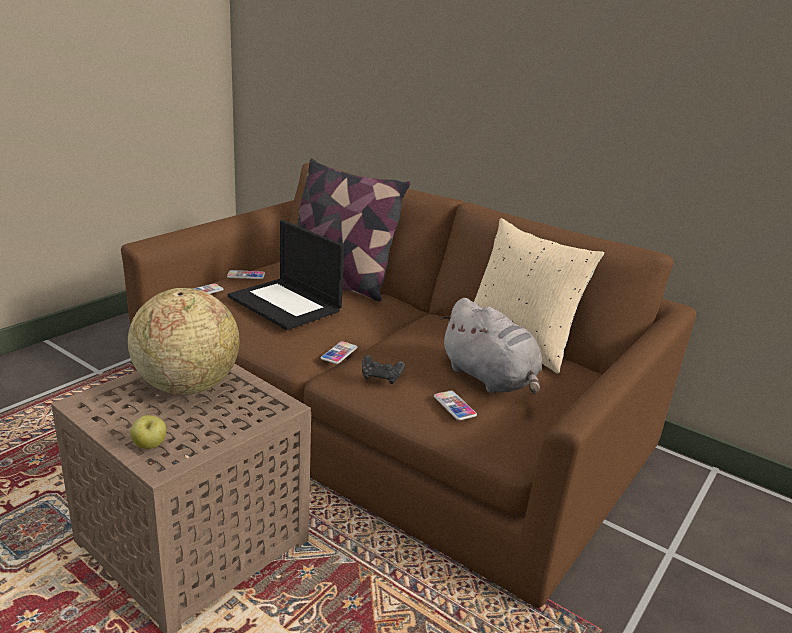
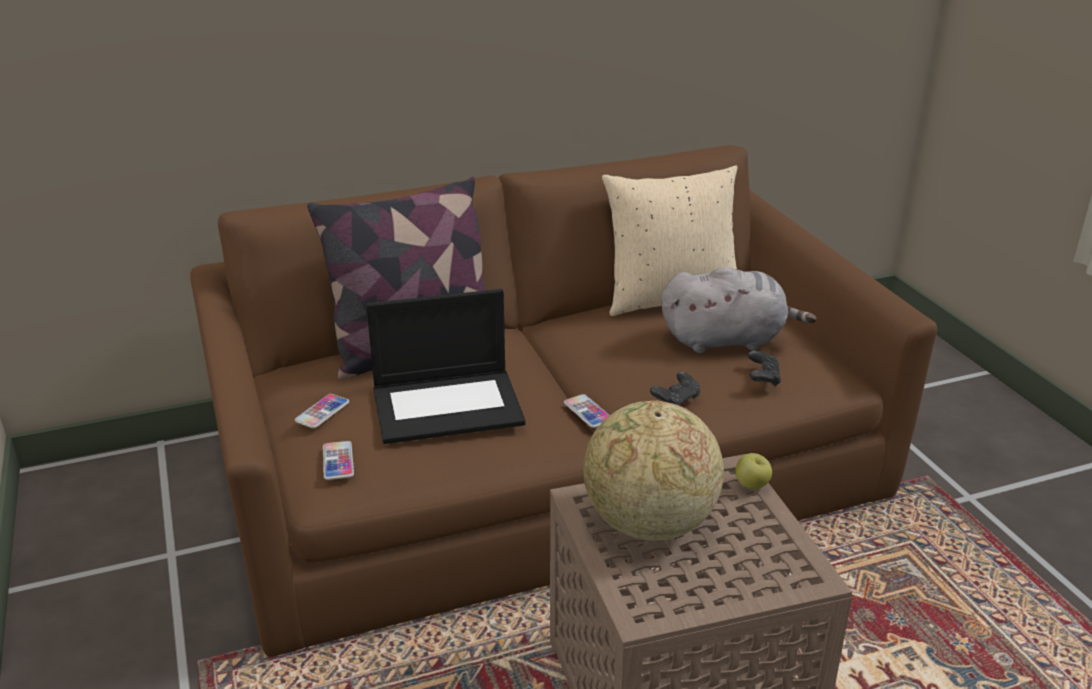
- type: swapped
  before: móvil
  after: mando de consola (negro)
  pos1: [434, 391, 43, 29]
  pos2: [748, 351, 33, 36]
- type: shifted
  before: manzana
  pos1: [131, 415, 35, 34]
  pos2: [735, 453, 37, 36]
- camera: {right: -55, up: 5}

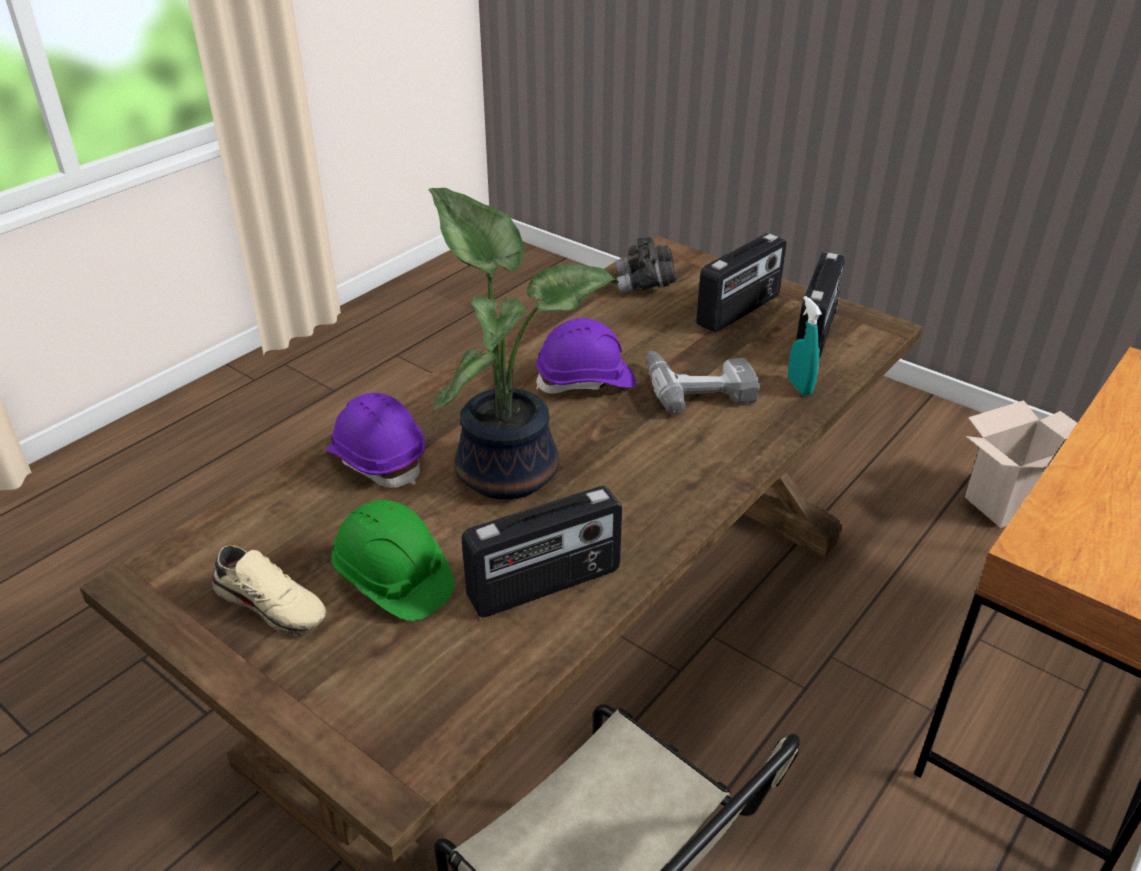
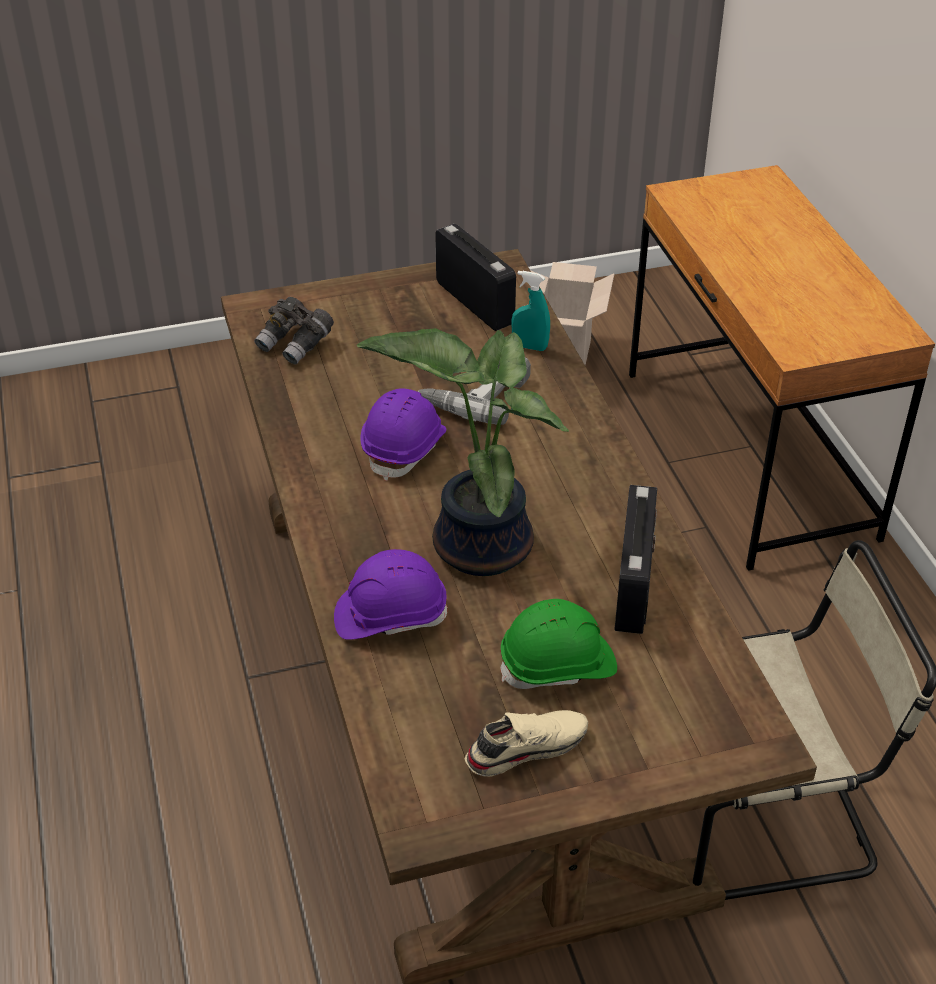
- type: gone
  before: radio
  pos1: [696, 233, 90, 100]
- camera: {right: -55, up: 5}

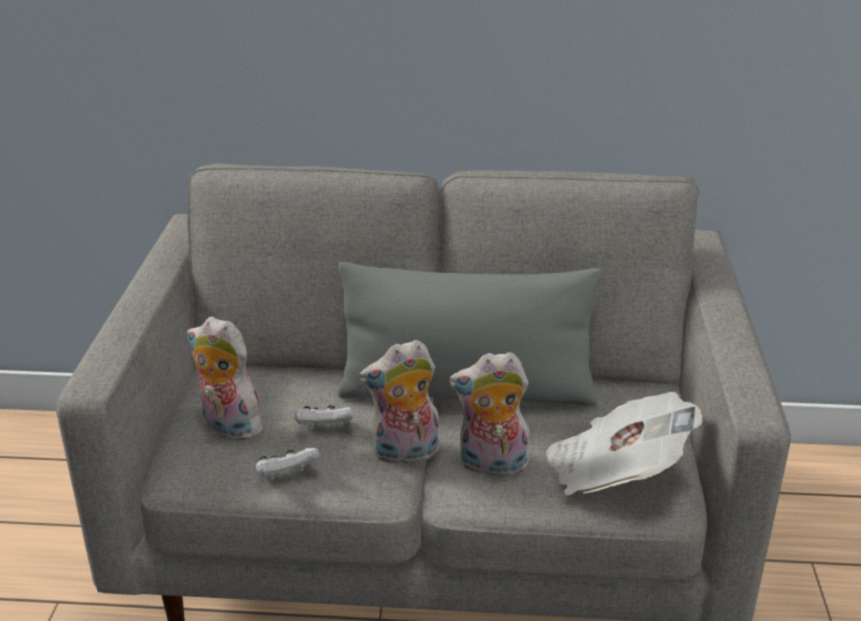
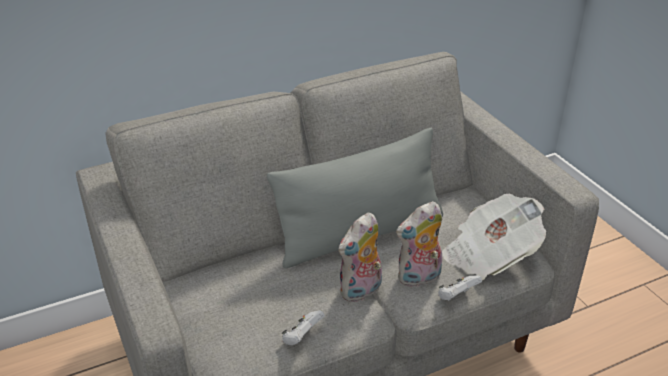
- type: gone
  before: peluche
  pos1: [187, 317, 78, 125]
- type: shifted
  before: mando de consola (blanco)
  pos1: [294, 405, 61, 24]
  pos2: [438, 275, 44, 26]
- camera: {right: -30, up: 5}

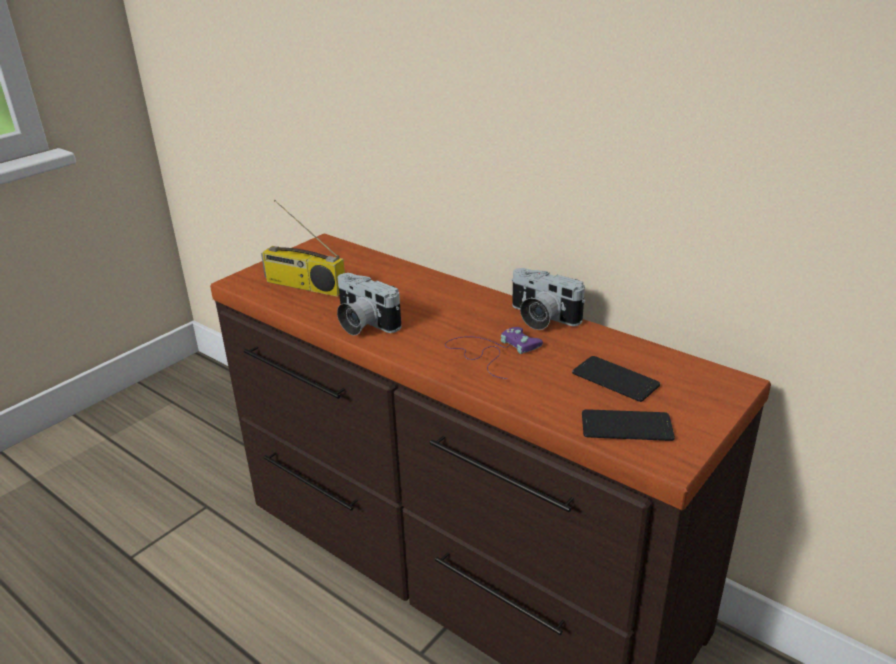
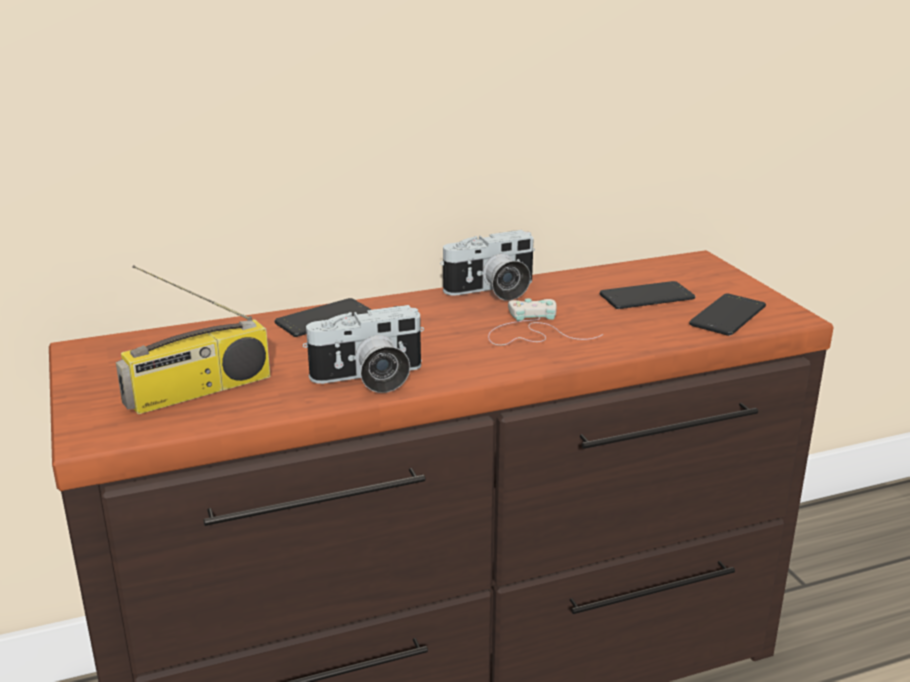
- type: repainted
  before: mando de consola (morado)
  after: mando de consola (blanco)
  pos1: [445, 327, 98, 52]
  pos2: [488, 299, 115, 46]
- type: new
  after: móvil
  pos2: [275, 298, 97, 39]
- camera: {right: -60, up: -5}

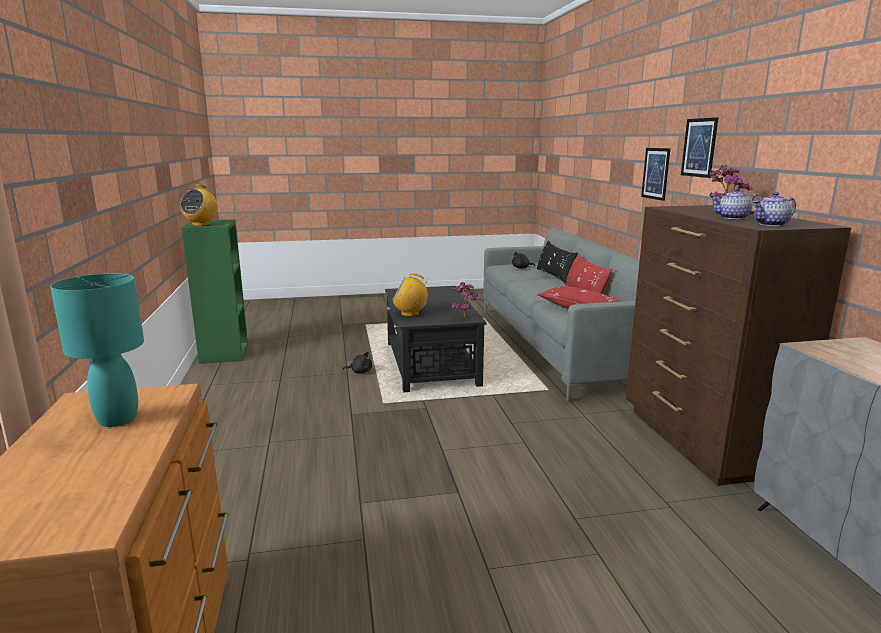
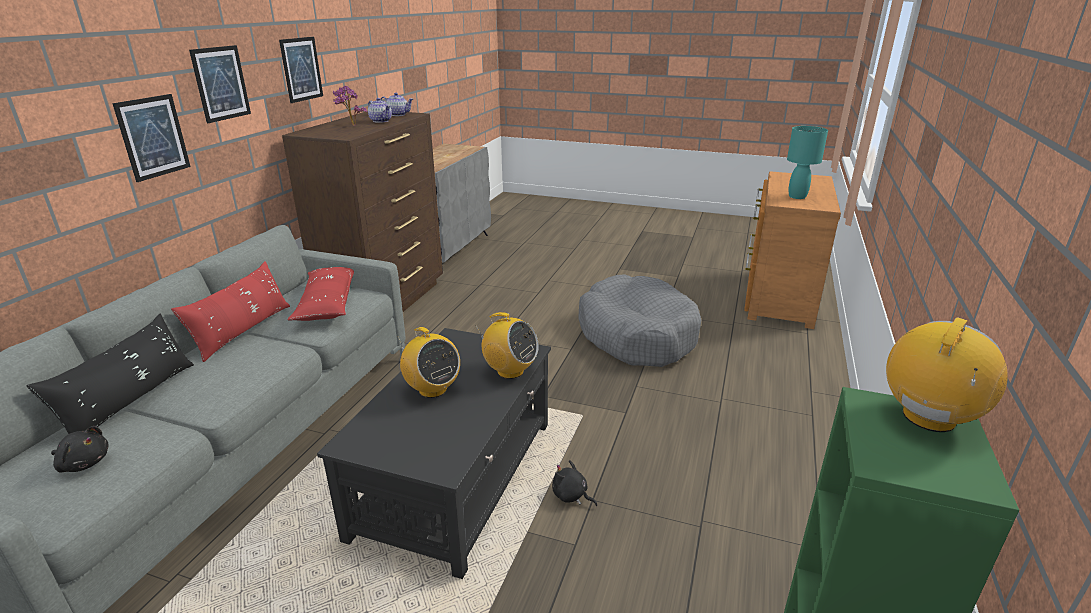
- type: gone
  before: planta en maceta
  pos1: [451, 282, 33, 36]
- type: new
  after: cuadro
  pos2: [279, 37, 44, 66]
- type: new
  after: cama para perro (gris)
  pos2: [578, 275, 123, 92]
- type: new
  after: radio
  pos2: [397, 327, 63, 71]
- camera: {right: -150, up: 10}

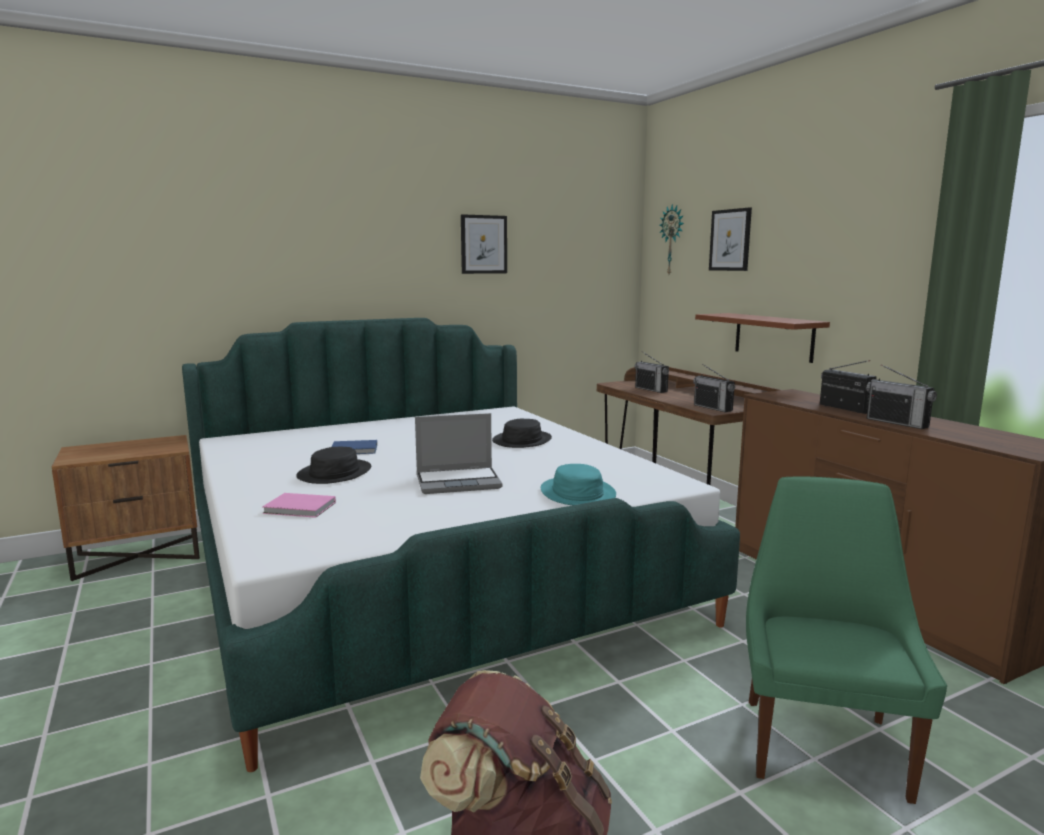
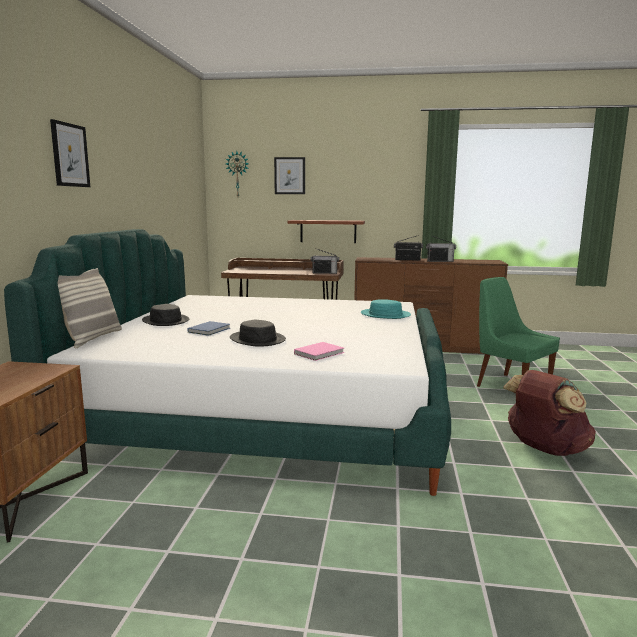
- type: shifted
  before: cuadro
  pos1: [461, 214, 46, 60]
  pos2: [50, 119, 40, 68]
- type: gone
  before: radio
  pos1: [634, 351, 35, 42]
- type: gone
  before: portátil
  pos1: [415, 413, 88, 81]
- type: shifted
  before: sombrero (negro)
  pos1: [492, 419, 60, 29]
  pos2: [142, 304, 47, 22]
- type: new
  after: cojín
  pos2: [58, 268, 64, 81]
- camera: {right: -55, up: 0}

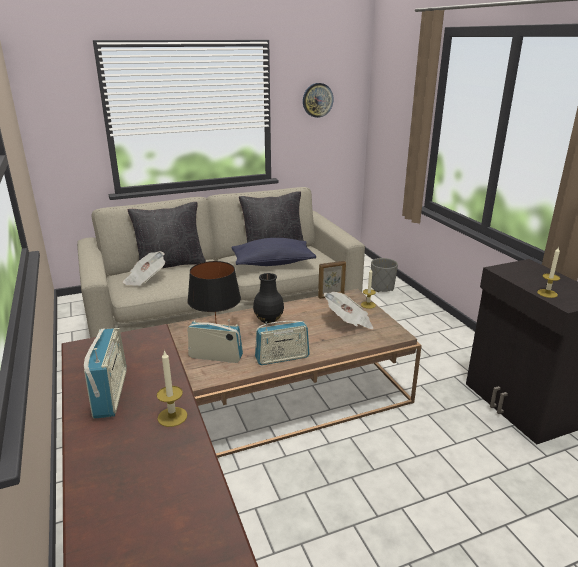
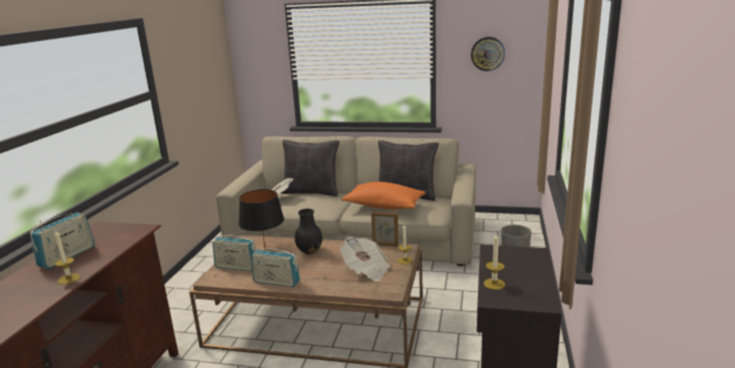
- type: repainted
  before: cojín (azul)
  after: cojín (naranja)
  pos1: [231, 238, 85, 28]
  pos2: [342, 182, 84, 28]
- type: rotated
  before: radio
  pos1: [187, 319, 56, 44]
  pos2: [212, 232, 44, 39]
  turn: 150
- camera: {right: 35, up: -5}

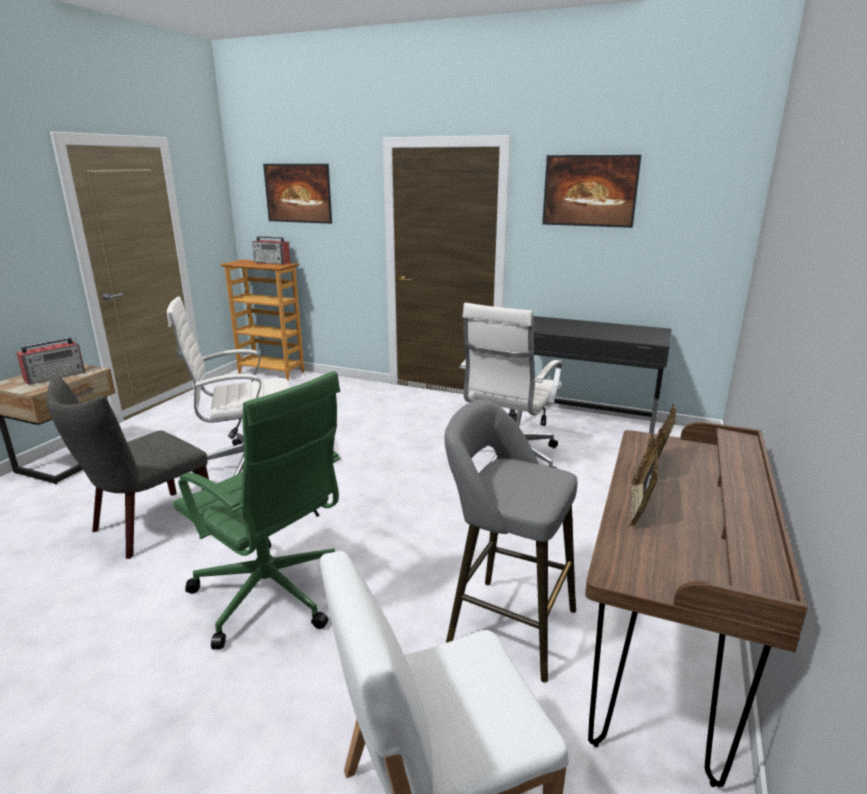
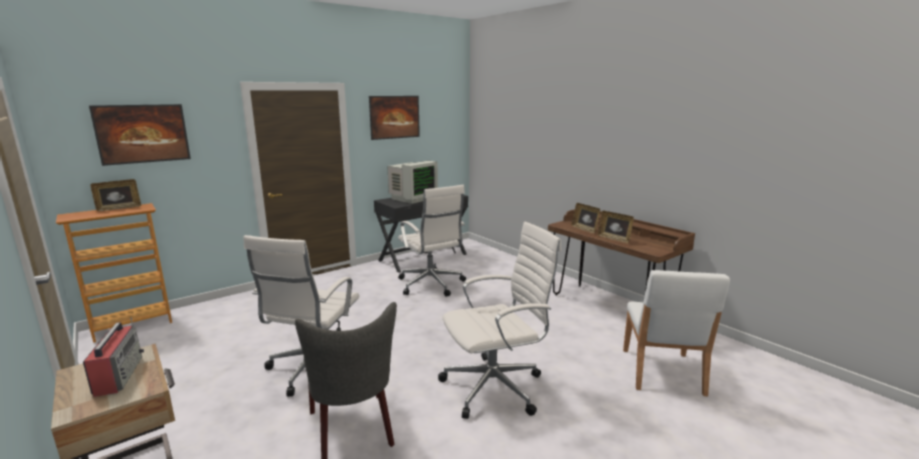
- type: swapped
  before: radio
  after: portarretratos
  pos1: [252, 236, 38, 29]
  pos2: [91, 179, 50, 32]
- type: repainted
  before: silla de oficina (verde)
  after: silla de oficina (blanco)
  pos1: [173, 371, 168, 279]
  pos2: [438, 222, 123, 197]
- type: gone
  before: taburete (gris)
  pos1: [444, 399, 133, 283]
- type: new
  after: monitor
  pos2: [387, 161, 51, 43]
- camera: {right: -60, up: -5}

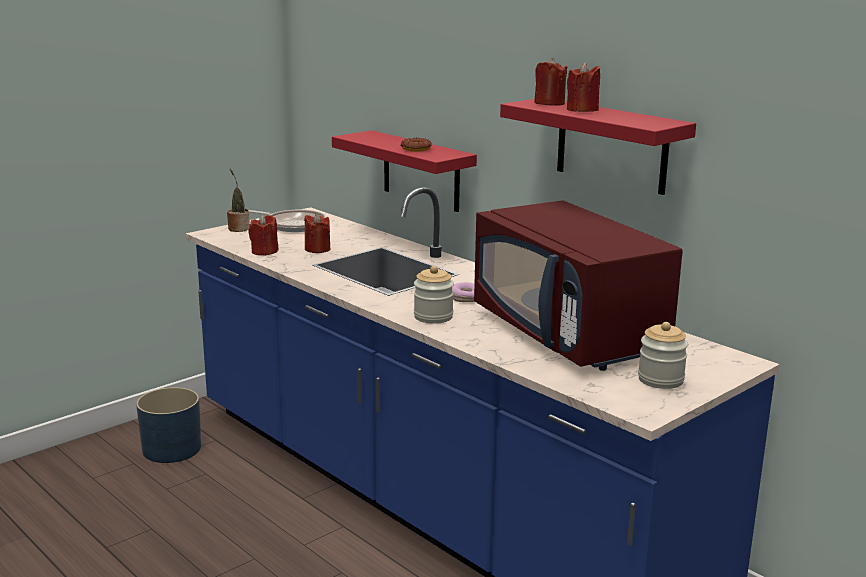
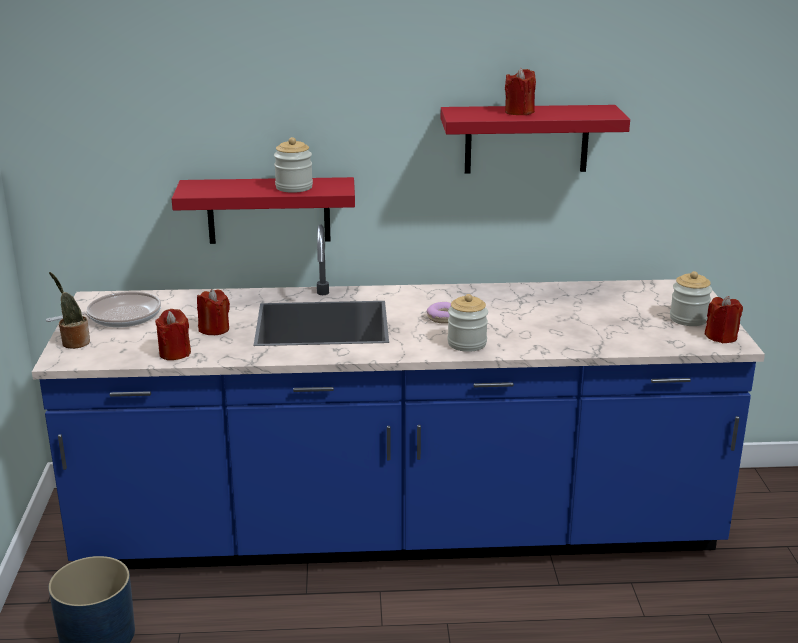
- type: shifted
  before: vela (rojo)
  pos1: [534, 58, 34, 48]
  pos2: [705, 296, 38, 47]
- type: swapped
  before: rosquilla
  after: tarro
  pos1: [401, 138, 31, 14]
  pos2: [274, 137, 39, 56]
- type: gone
  before: microondas (rojo)
  pos1: [474, 200, 209, 171]
- camera: {right: -50, up: 5}

